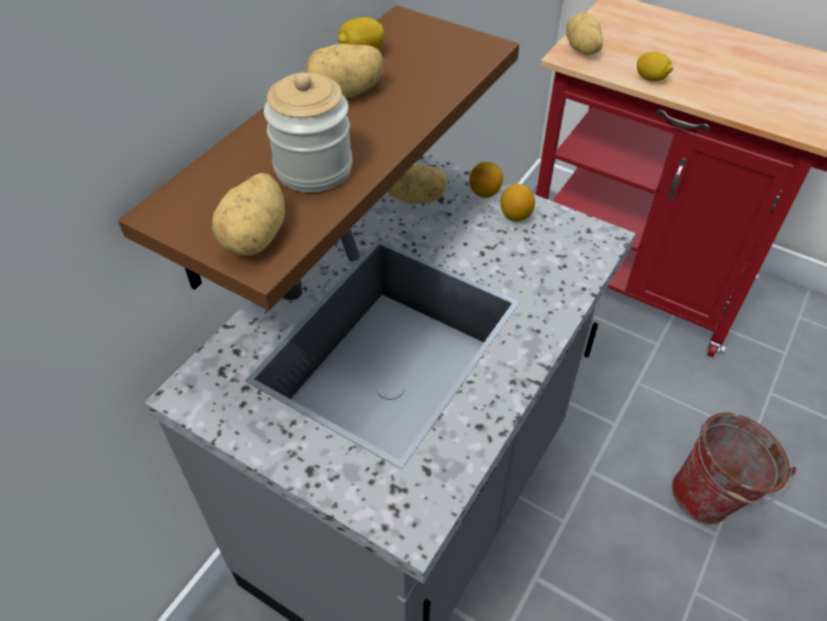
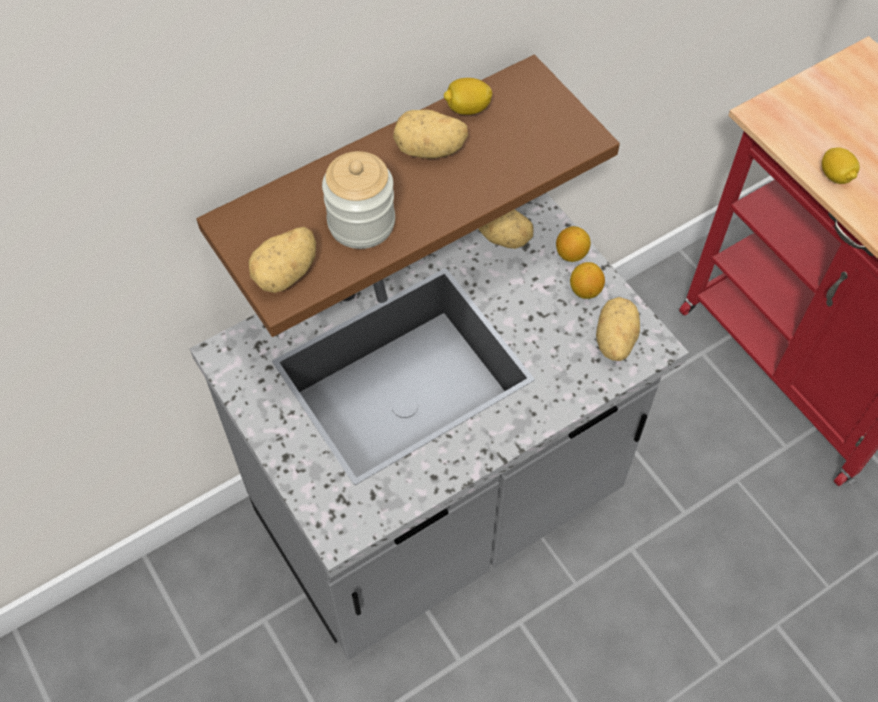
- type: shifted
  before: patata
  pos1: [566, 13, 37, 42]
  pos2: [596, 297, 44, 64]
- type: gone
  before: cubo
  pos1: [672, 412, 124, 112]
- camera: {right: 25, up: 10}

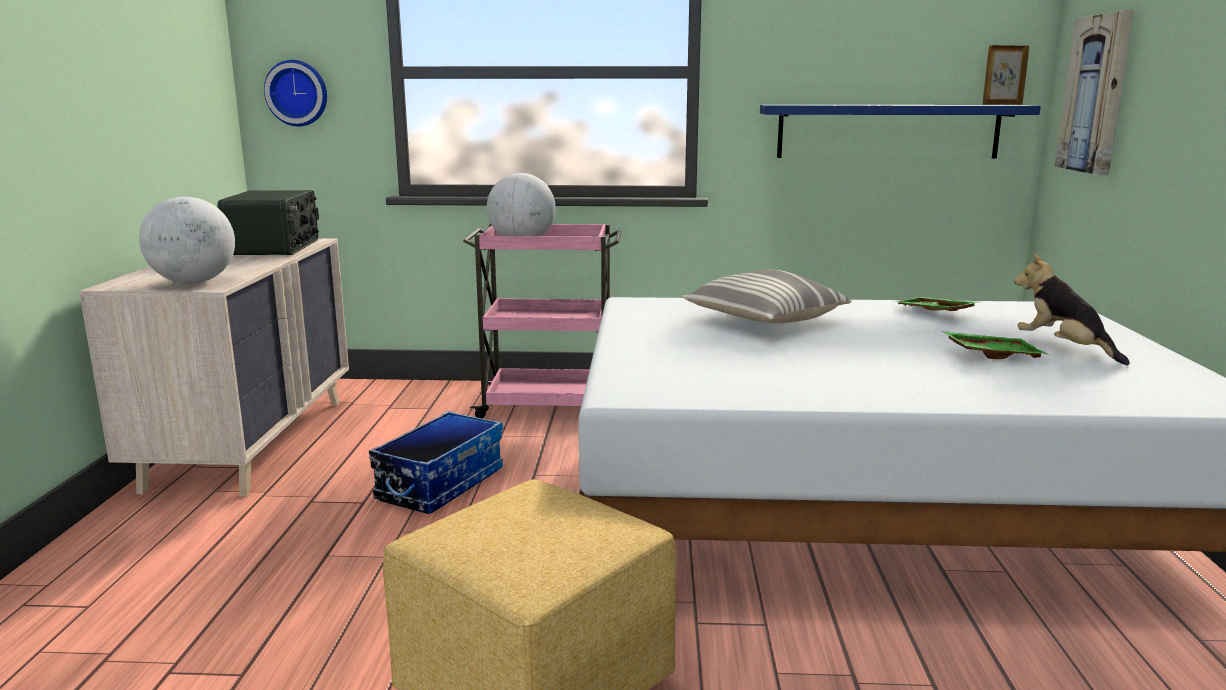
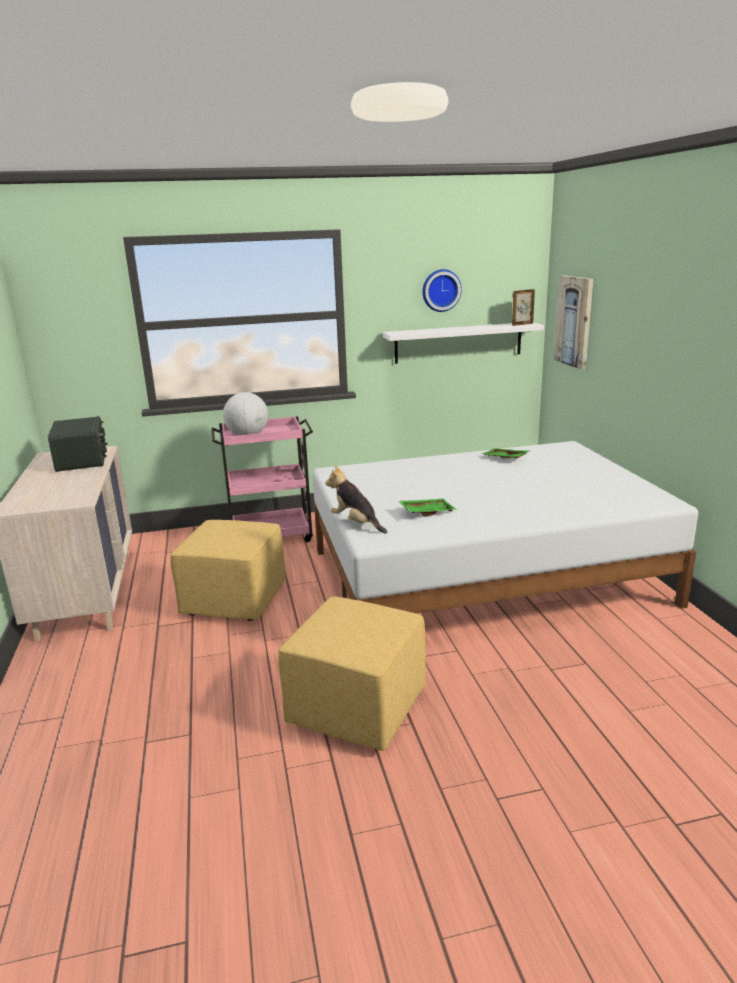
- type: shifted
  before: reloj de pared
  pos1: [264, 60, 63, 66]
  pos2: [423, 269, 39, 43]
- type: repainted
  before: estante (azul)
  after: estante (blanco)
  pos1: [760, 105, 281, 54]
  pos2: [383, 322, 161, 42]
- type: gone
  before: globo terráqueo
  pos1: [139, 197, 96, 87]
- type: shifted
  before: peluche
  pos1: [1014, 254, 116, 111]
  pos2: [325, 466, 62, 68]
- type: gone
  before: cojín
  pos1: [682, 270, 170, 53]
- type: shifted
  before: bandeja (verde)
  pos1: [942, 331, 107, 28]
  pos2: [398, 498, 59, 18]
- type: swapped
  before: caja de almacenaje
  after: puf (amarillo)
  pos1: [369, 411, 134, 103]
  pos2: [170, 520, 116, 101]
- camera: {right: -15, up: 5}

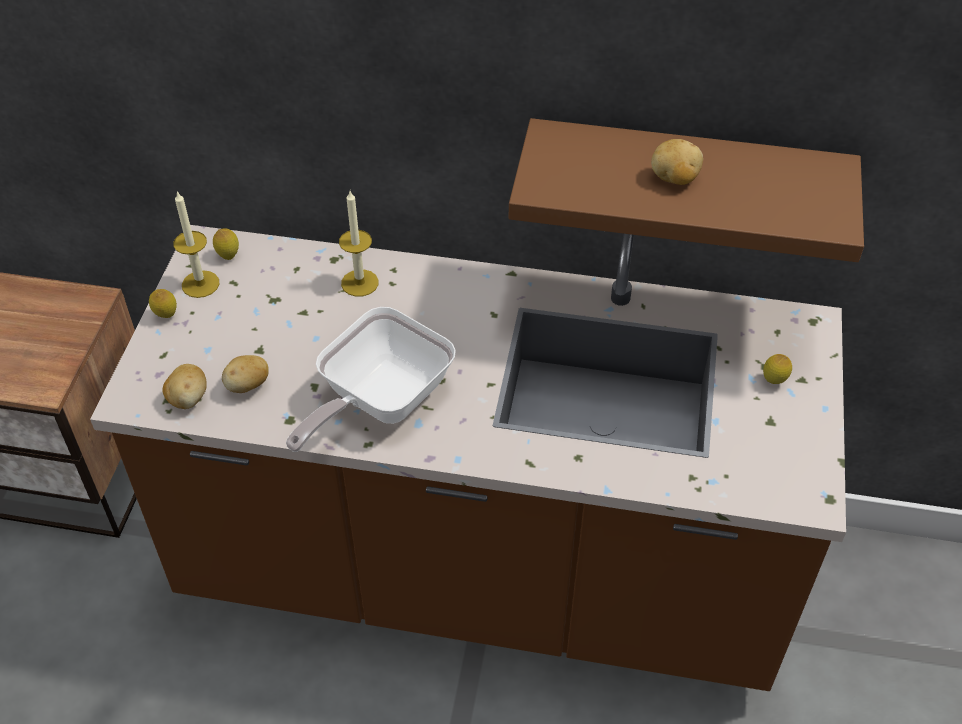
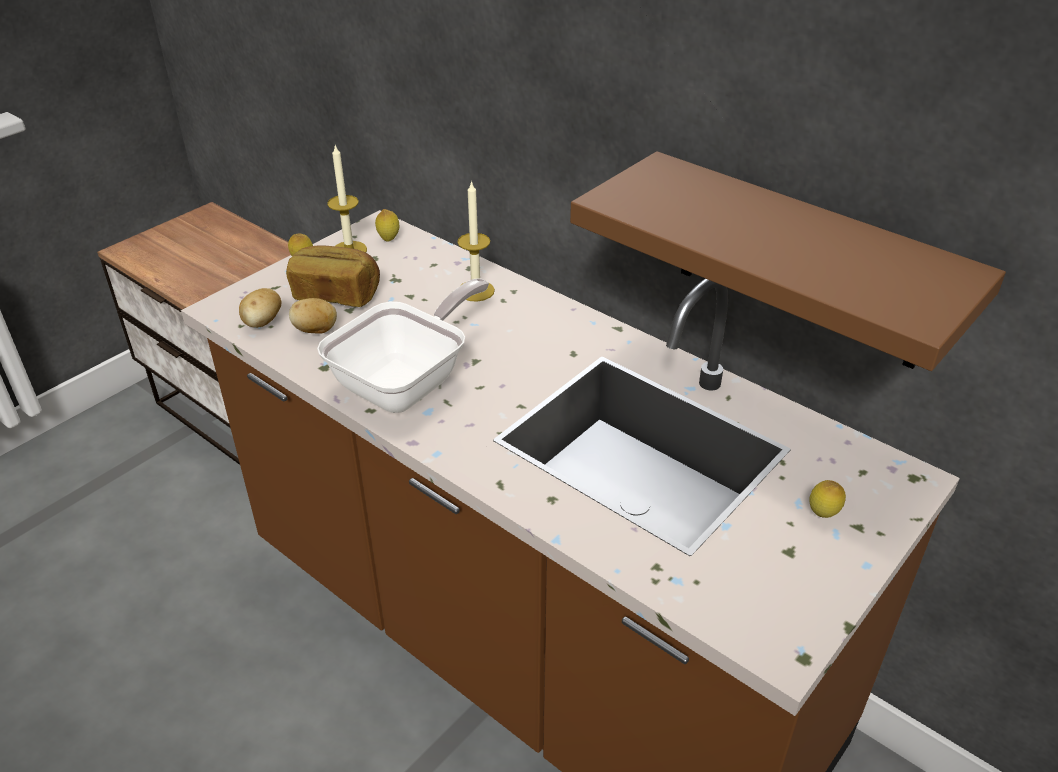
- type: gone
  before: patata
  pos1: [651, 139, 52, 46]
- type: rotated
  before: sartén
  pos1: [286, 307, 170, 145]
  pos2: [317, 278, 172, 135]
  turn: 150
- type: new
  after: pan
  pos2: [286, 245, 94, 62]
- camera: {right: 30, up: -10}

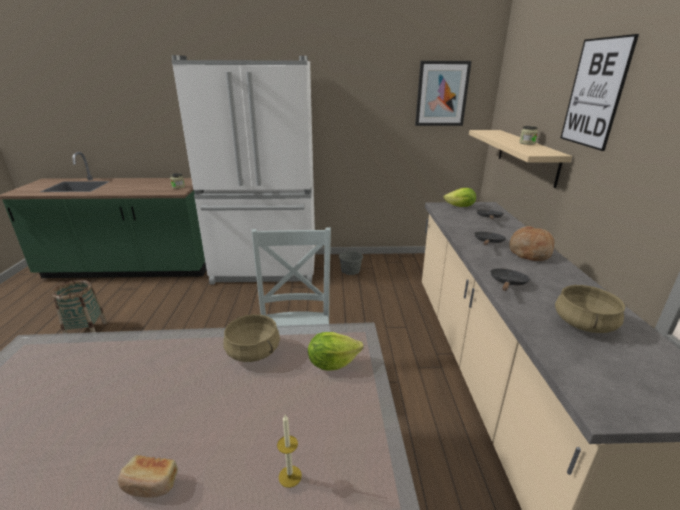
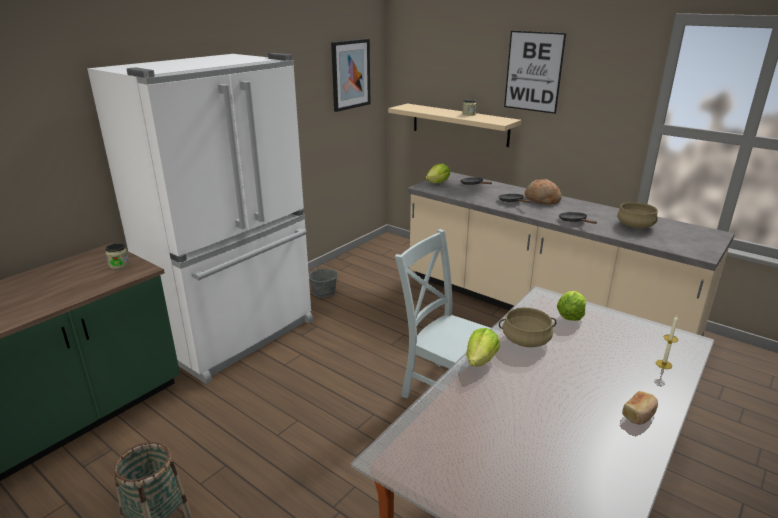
- type: new
  after: lechuga
  pos2: [466, 328, 34, 39]
- camera: {right: -50, up: 0}

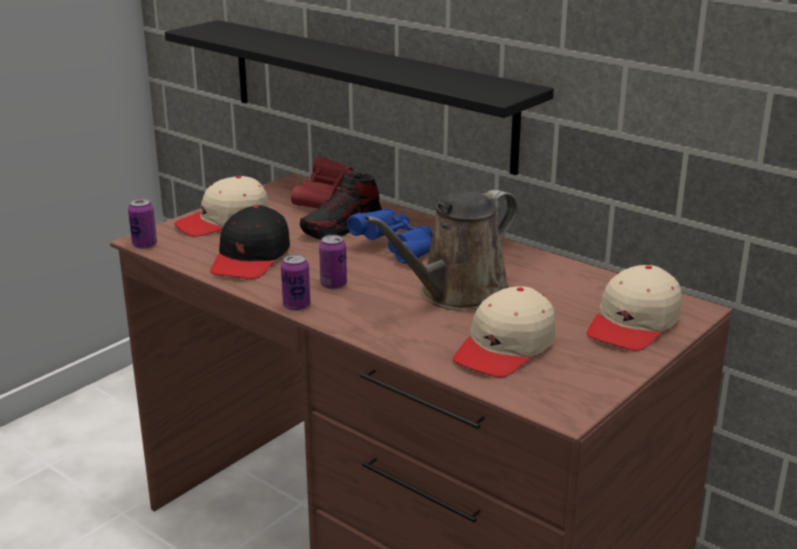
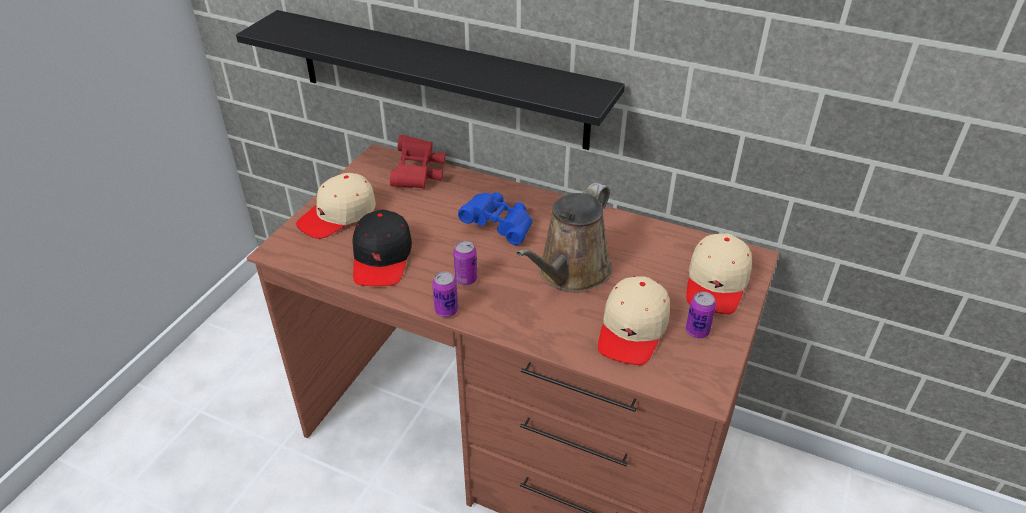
- type: gone
  before: zapato
  pos1: [300, 168, 82, 72]
- type: shifted
  before: lata
  pos1: [128, 198, 29, 51]
  pos2: [686, 292, 30, 46]
- camera: {right: -15, up: 15}

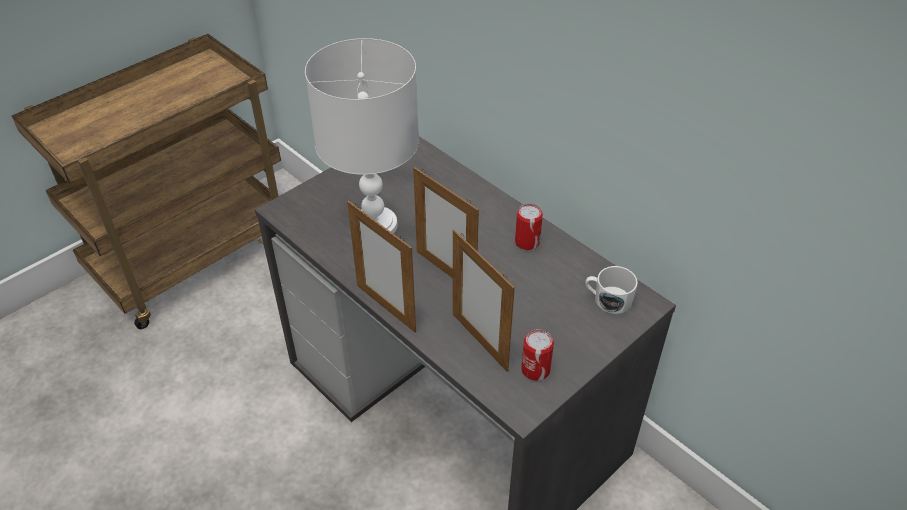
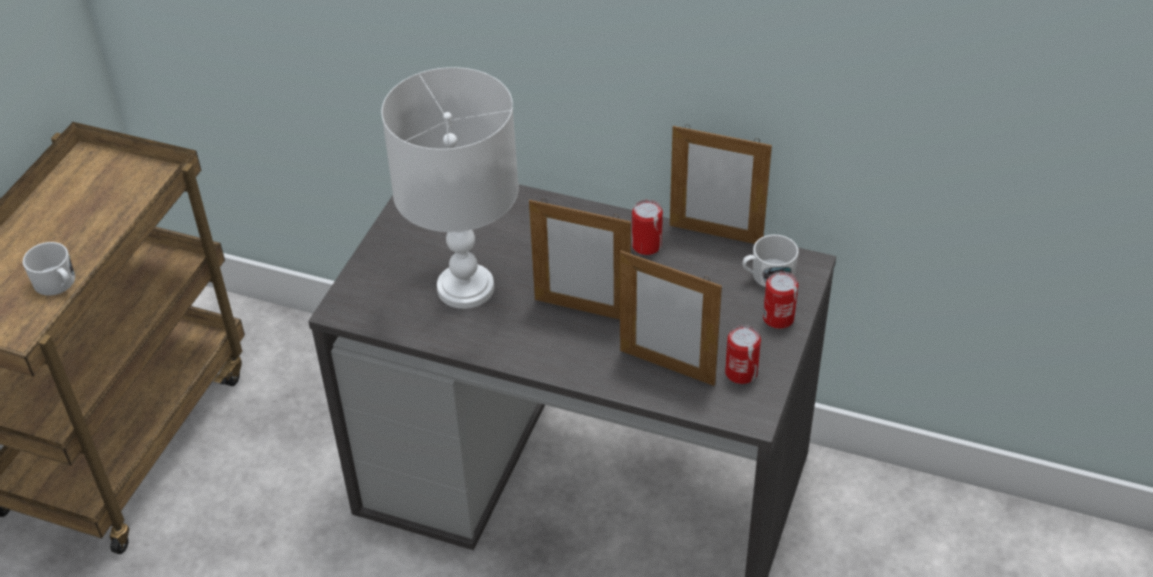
- type: shifted
  before: portarretratos
  pos1: [347, 201, 69, 132]
  pos2: [670, 125, 102, 119]
- type: new
  after: taza grande (blanco)
  pos2: [23, 242, 52, 54]
- type: new
  after: lata
  pos2: [763, 271, 35, 58]
- camera: {right: -25, up: 0}

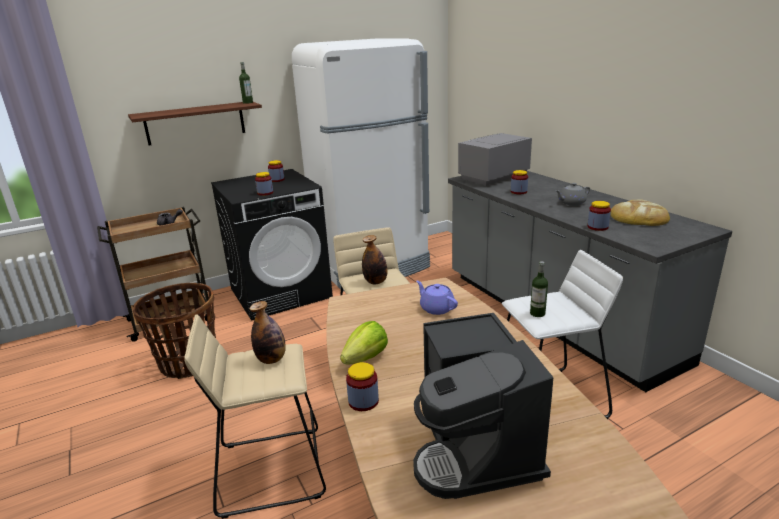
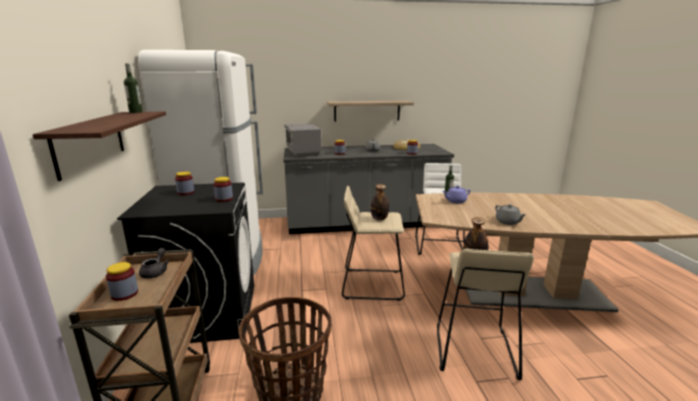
- type: gone
  before: cafetera
  pos1: [413, 313, 140, 186]
- type: swapped
  before: lechuga
  after: tetera (gris)
  pos1: [340, 321, 48, 43]
  pos2: [495, 204, 31, 21]
- type: shifted
  before: tarro
  pos1: [346, 362, 33, 49]
  pos2: [106, 262, 32, 39]
- type: new
  after: estante
  pos2: [327, 100, 87, 22]
- camera: {right: -70, up: -5}

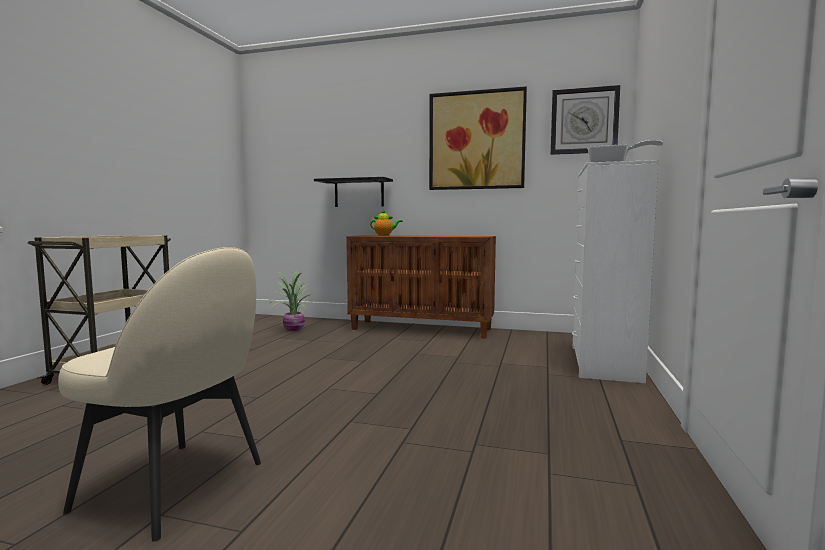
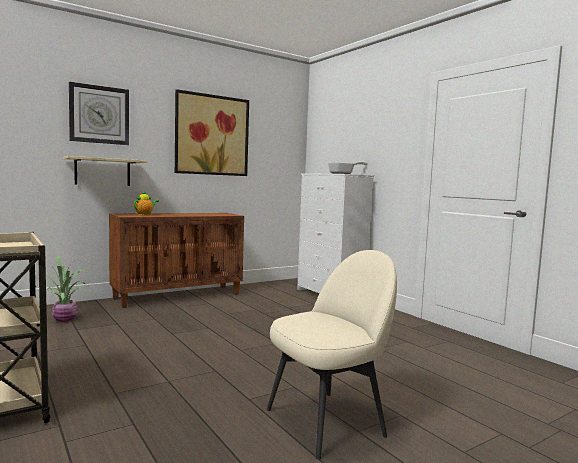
- type: shifted
  before: reloj de pared
  pos1: [551, 85, 69, 70]
  pos2: [69, 82, 60, 63]
- type: repainted
  before: estante (negro)
  after: estante (beis)
  pos1: [314, 177, 79, 30]
  pos2: [63, 156, 84, 30]
- camera: {right: -50, up: 0}

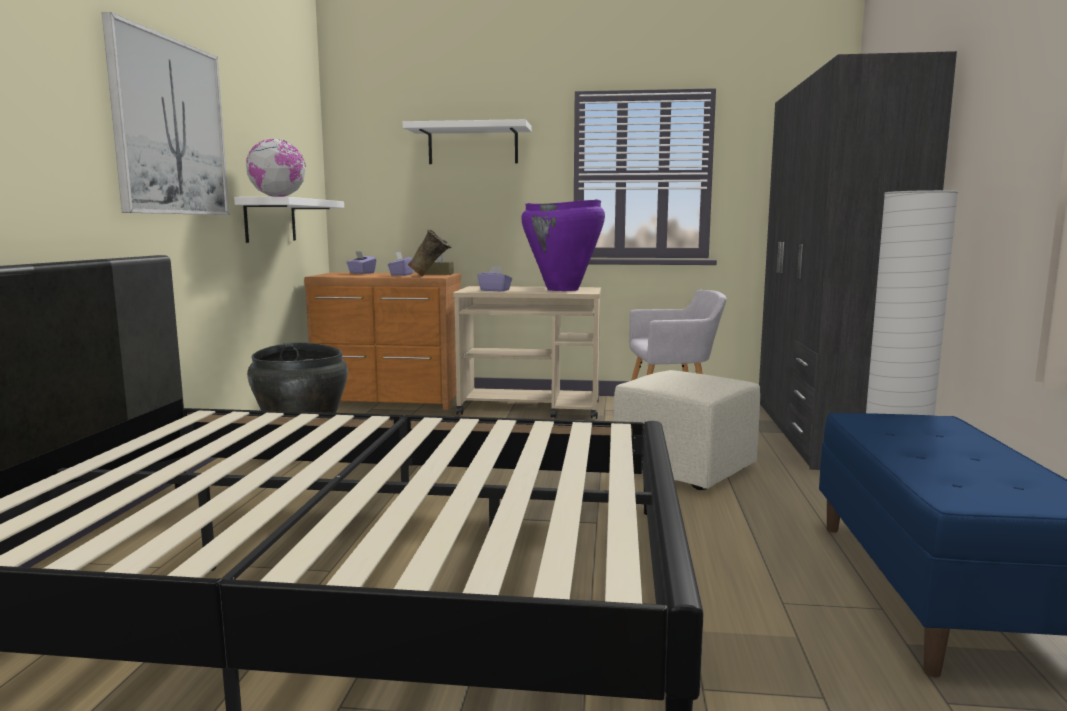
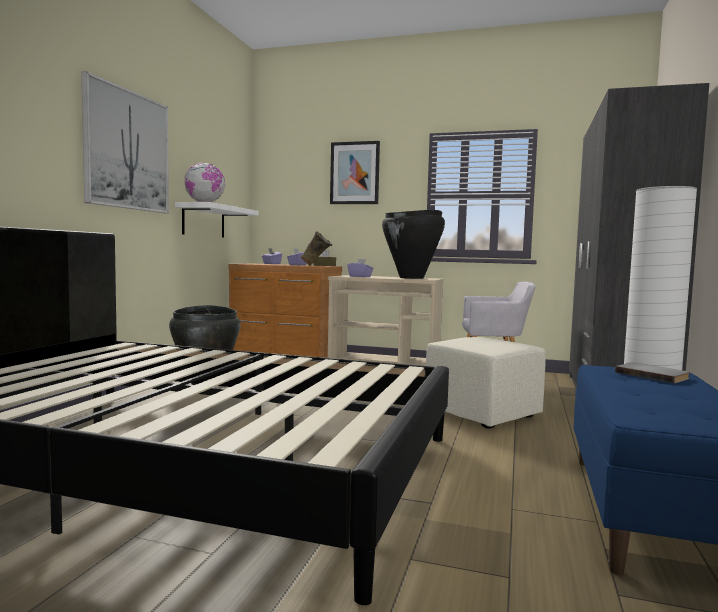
- type: swapped
  before: estante (blanco)
  after: cuadro
  pos1: [403, 119, 128, 45]
  pos2: [330, 141, 50, 63]
- type: repainted
  before: florero (morado)
  after: florero (negro)
  pos1: [521, 199, 84, 92]
  pos2: [382, 210, 63, 69]
- type: new
  after: libro (gris)
  pos2: [615, 362, 75, 22]
- camera: {right: 10, up: -5}

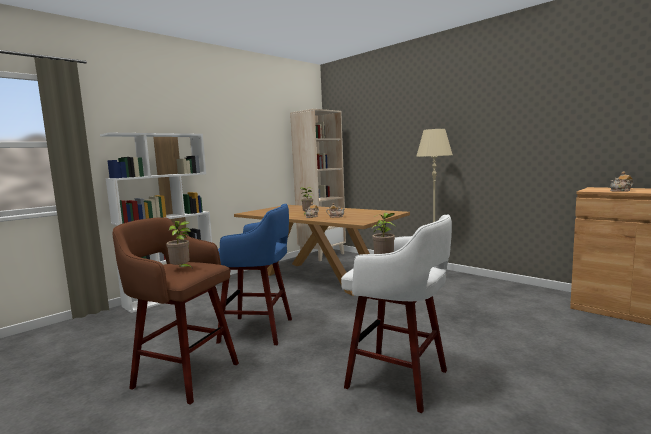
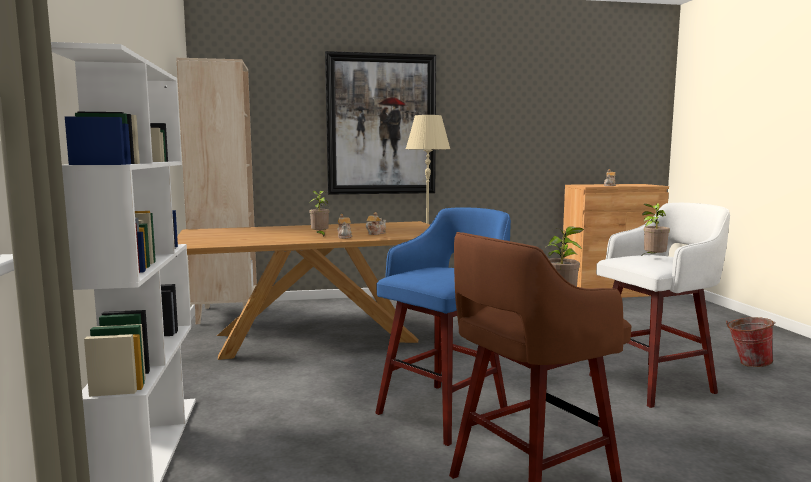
- type: new
  after: cuadro
  pos2: [325, 51, 111, 144]
- type: new
  after: cubo
  pos2: [726, 317, 50, 50]
- camera: {right: -55, up: 0}

